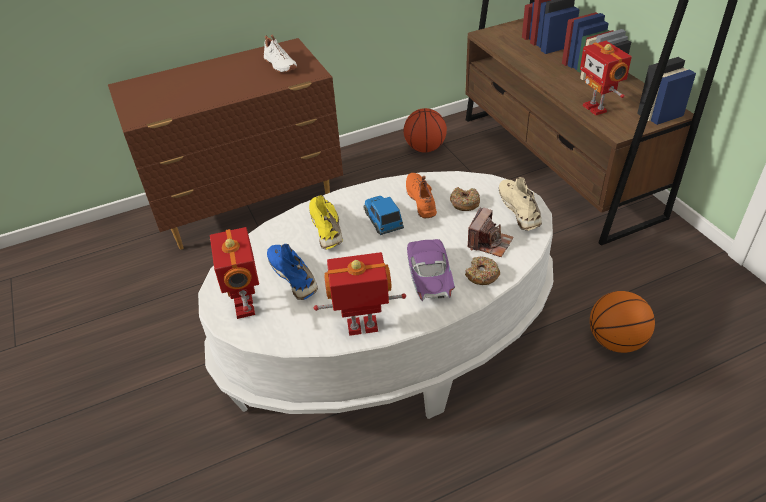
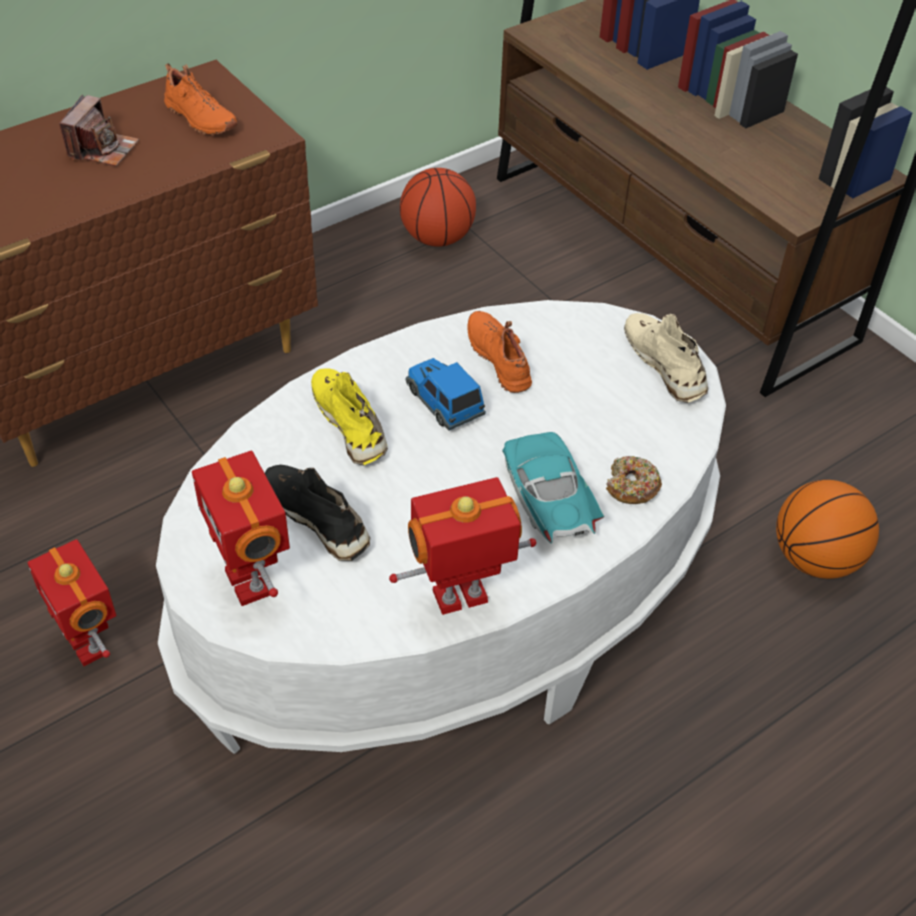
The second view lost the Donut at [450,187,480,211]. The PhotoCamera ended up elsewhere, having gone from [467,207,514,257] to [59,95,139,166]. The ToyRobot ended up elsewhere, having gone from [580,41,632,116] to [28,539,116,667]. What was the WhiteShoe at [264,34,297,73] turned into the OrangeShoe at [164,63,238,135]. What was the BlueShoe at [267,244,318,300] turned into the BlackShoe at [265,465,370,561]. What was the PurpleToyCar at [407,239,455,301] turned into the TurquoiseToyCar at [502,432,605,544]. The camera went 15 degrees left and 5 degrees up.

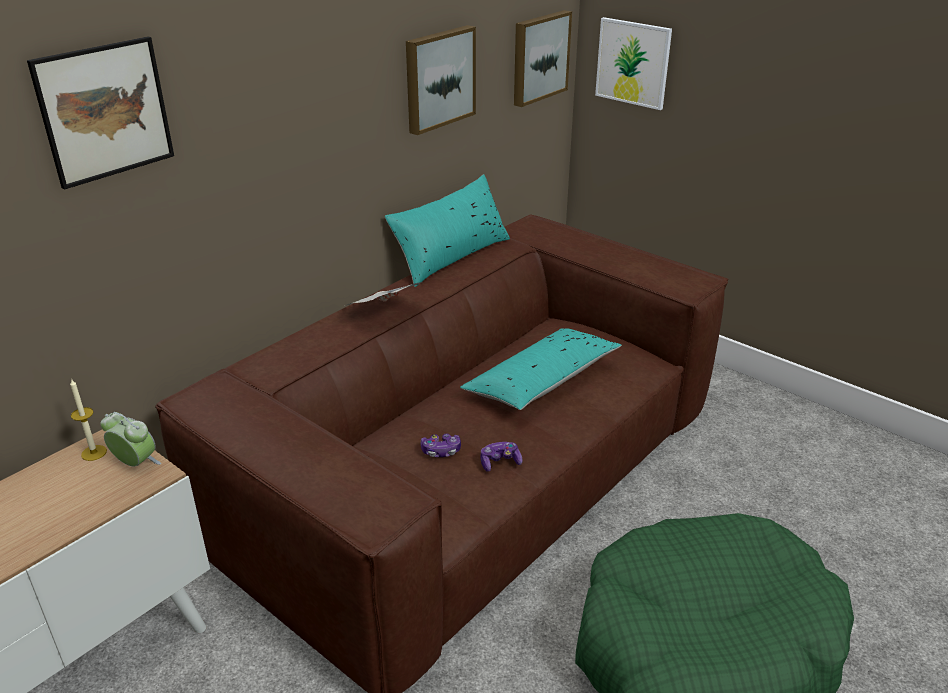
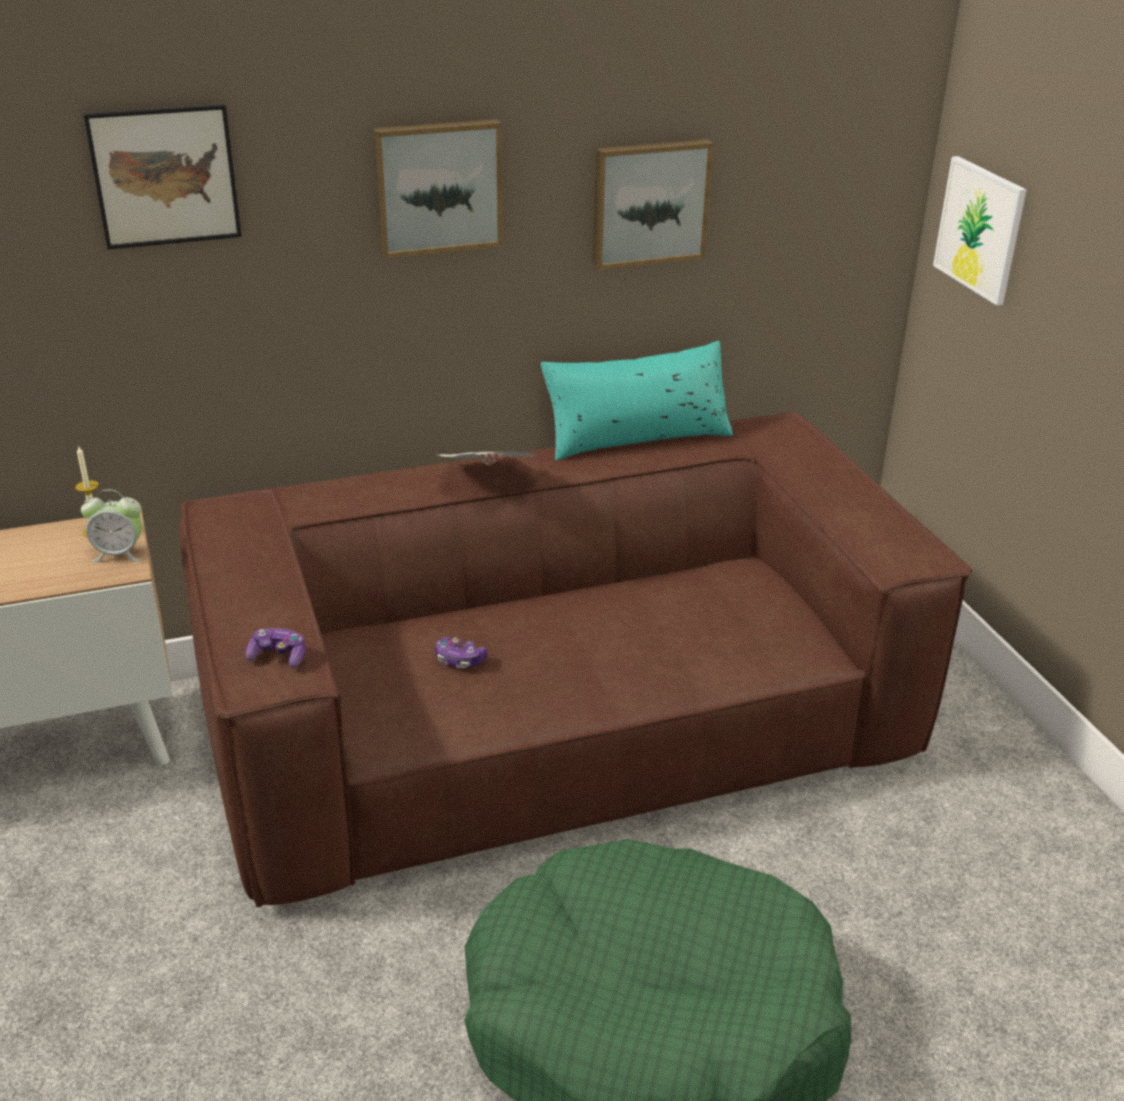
The second view lost the TurquoisePillow at [460,328,622,410]. The GameController ended up elsewhere, having gone from [481,442,522,471] to [245,628,305,668]. The Picture ended up elsewhere, having gone from [514,10,572,107] to [373,119,503,258]. The AlarmClock at [100,412,161,467] ended up facing another way, 120 degrees clockwise from before. The camera went 30 degrees right and 0 degrees up.

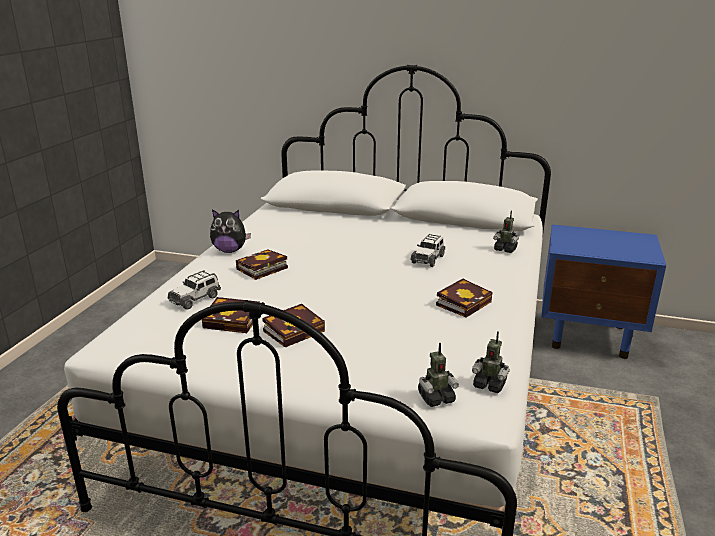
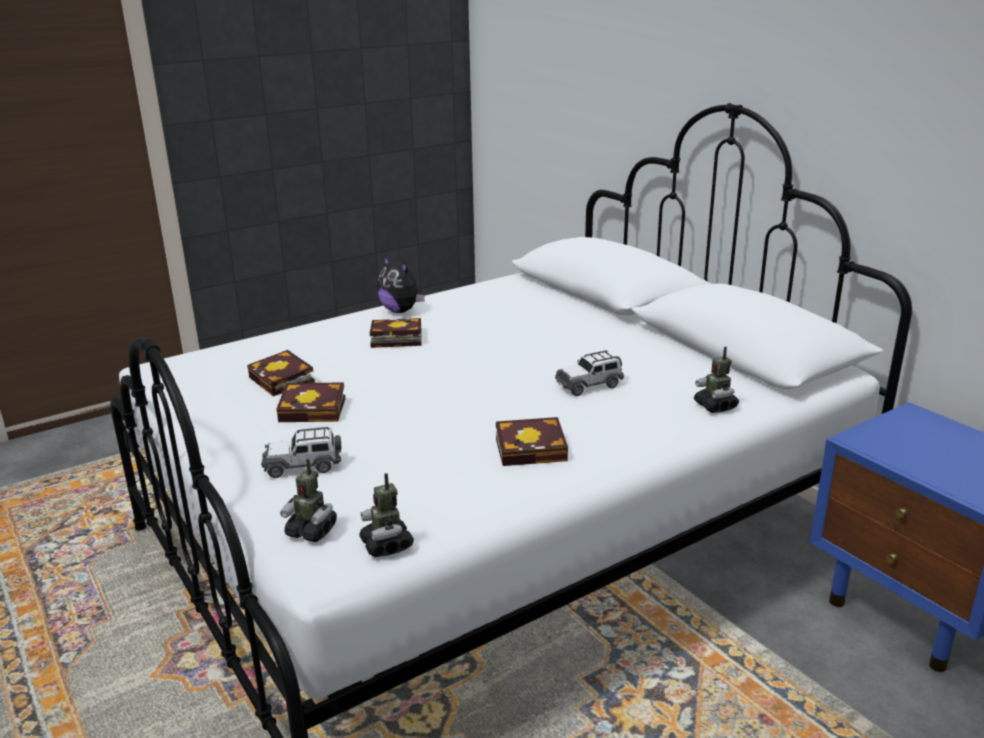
The ToyCar ended up elsewhere, having gone from [167,270,221,310] to [261,427,341,478]. The camera went 40 degrees right and 0 degrees up.

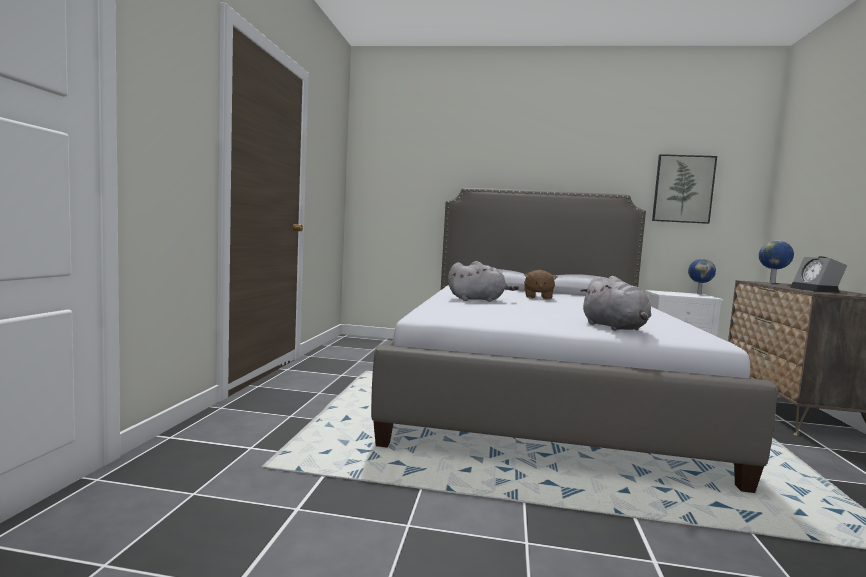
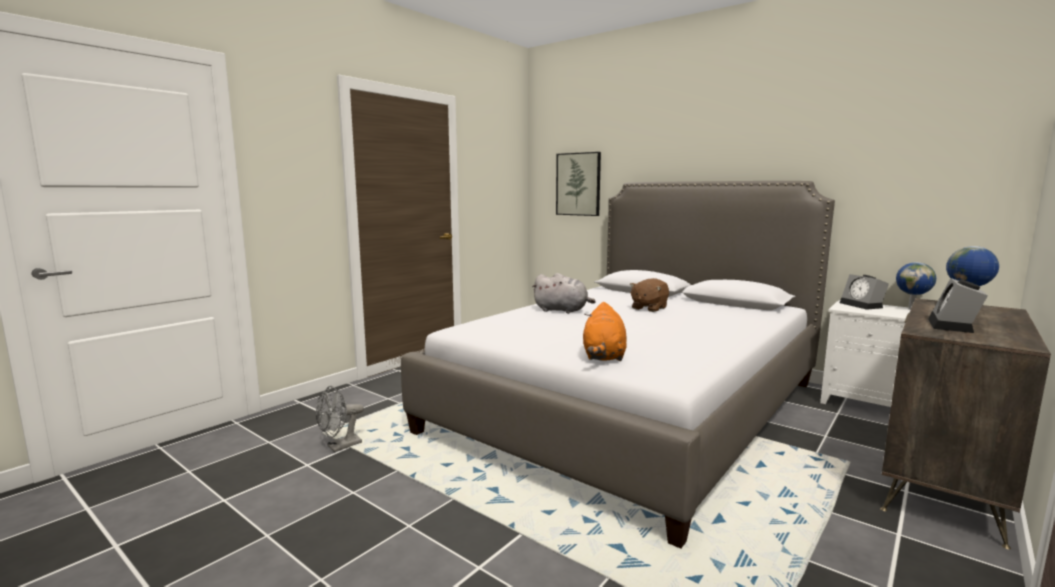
The second view gained the GreyFan at [316,386,364,452]. The second view gained the AlarmClock at [840,274,889,310]. The Picture ended up elsewhere, having gone from [652,154,717,224] to [556,152,601,216]. What was the GreyPlushToy at [581,276,651,331] turned into the OrangePlushToy at [583,302,627,361]. The camera went 30 degrees right and 5 degrees up.

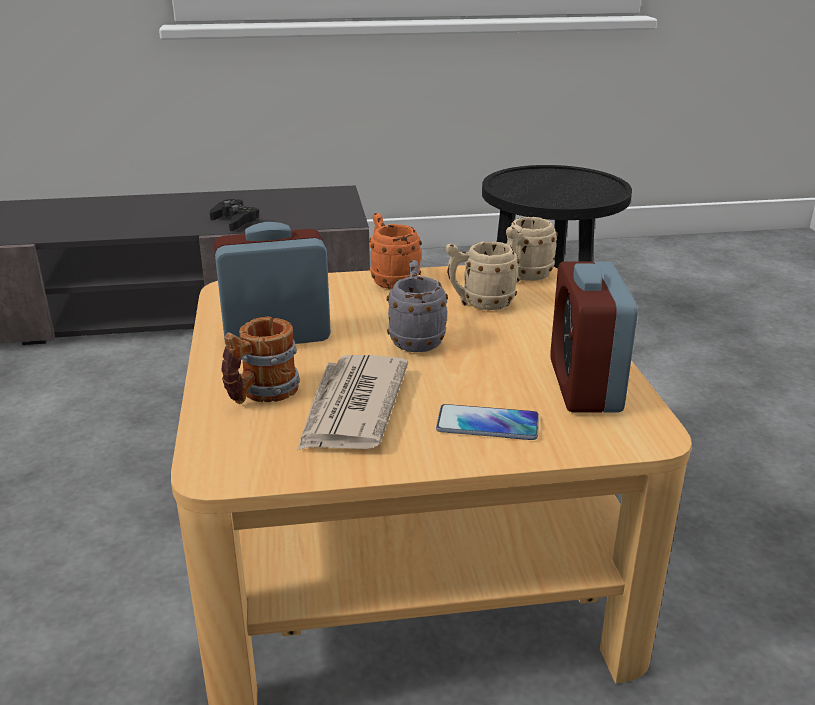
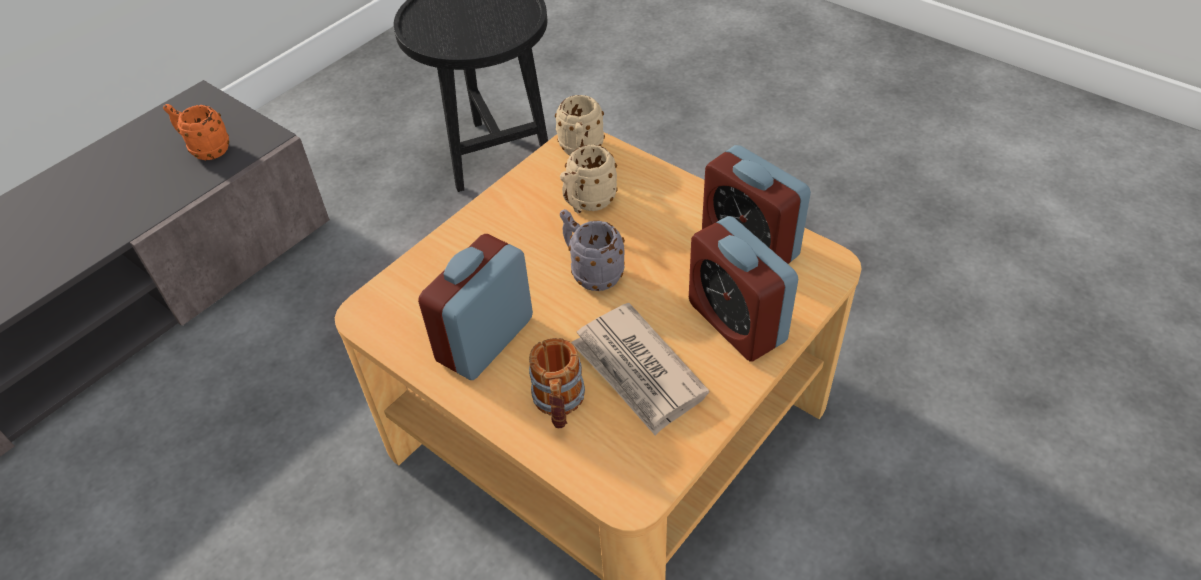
The second view lost the BlackGameController at [210,199,261,231]. The OrangeMug ended up elsewhere, having gone from [369,213,422,289] to [163,104,229,160]. Where the Phone stood at [436,404,539,440], the AlarmClock came to stand at [689,216,798,362]. The camera went 40 degrees left and 20 degrees up.

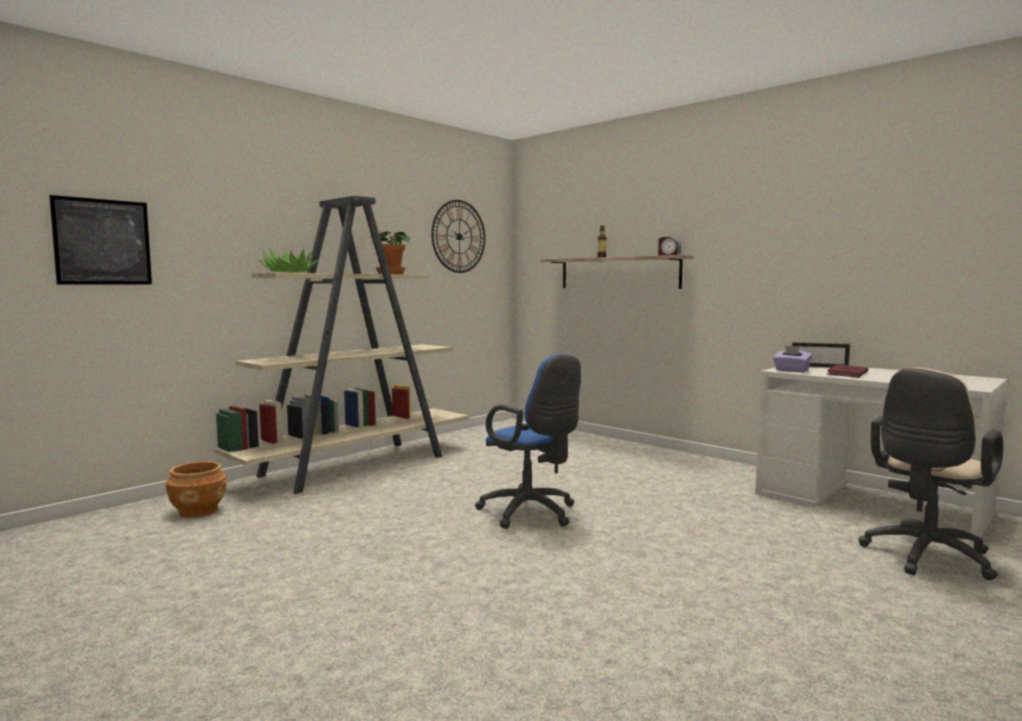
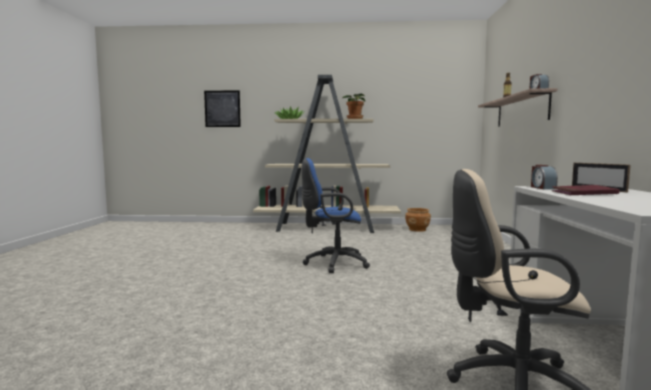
The second view lost the WallClock at [431,200,485,273]. The BrownPlanter ended up elsewhere, having gone from [166,461,226,518] to [405,208,431,232]. Where the PurpleTissueBox stood at [773,345,812,372], the AlarmClock came to stand at [531,165,558,189]. The BlueOfficeChair at [475,354,581,529] ended up facing another way, 75 degrees clockwise from before. The camera went 50 degrees right and 0 degrees up.

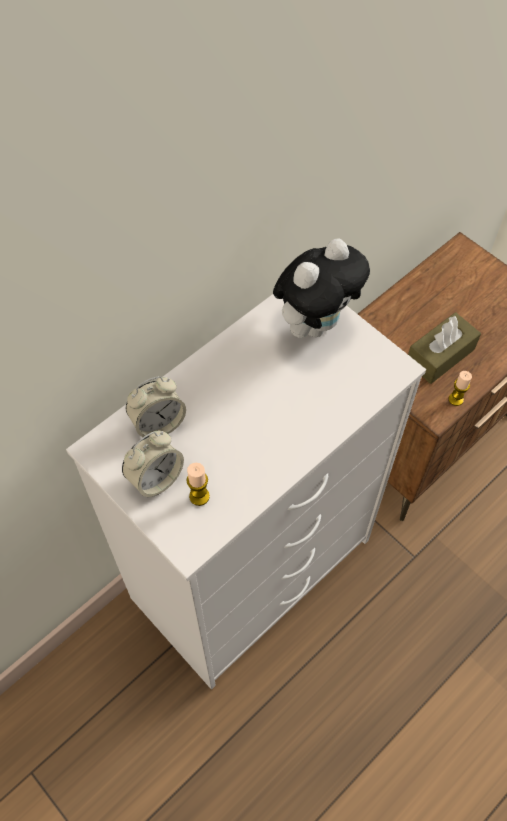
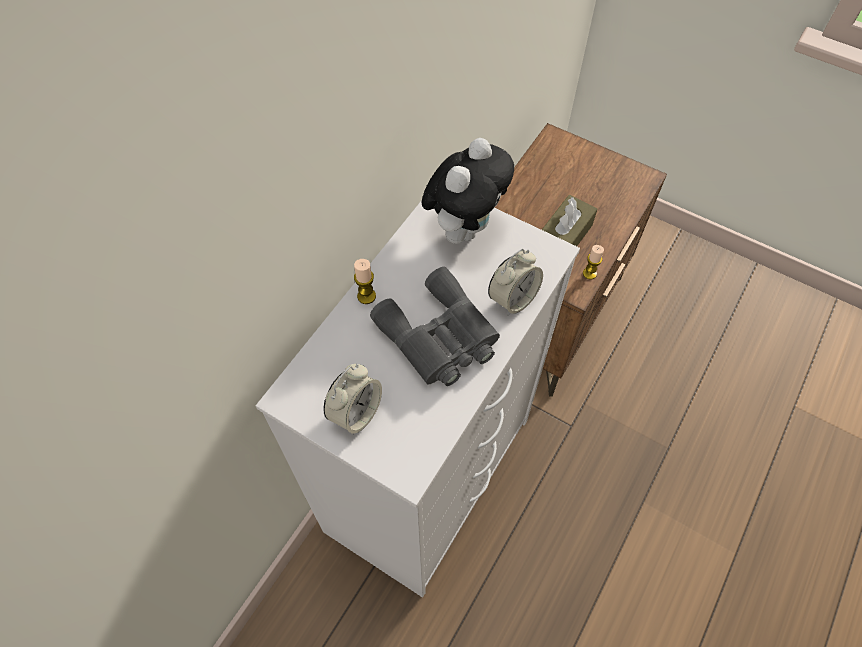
The second view gained the GreyBinoculars at [370,267,500,386]. The AlarmClock ended up elsewhere, having gone from [126,376,186,437] to [488,249,543,316]. The Candle ended up elsewhere, having gone from [186,463,210,506] to [354,259,376,304]. The camera went 15 degrees left and 0 degrees up.

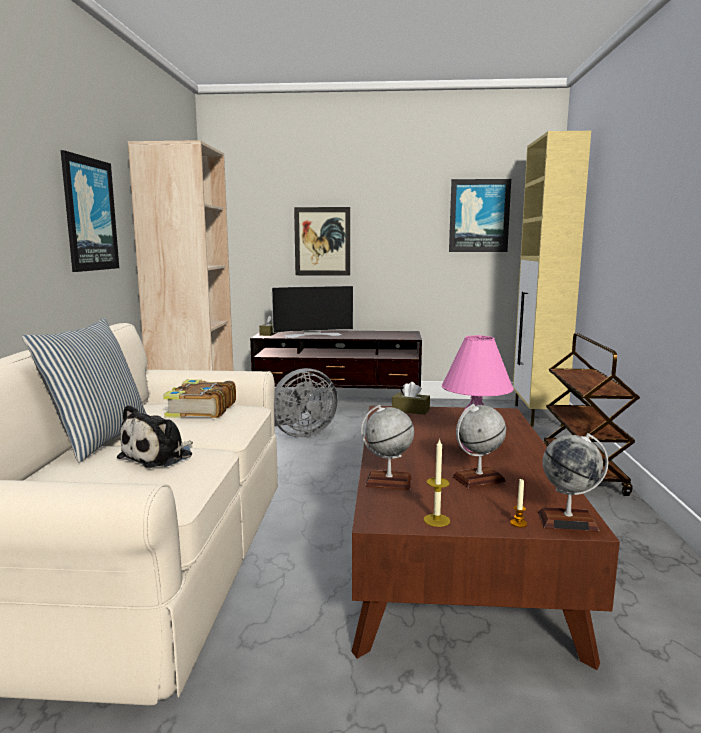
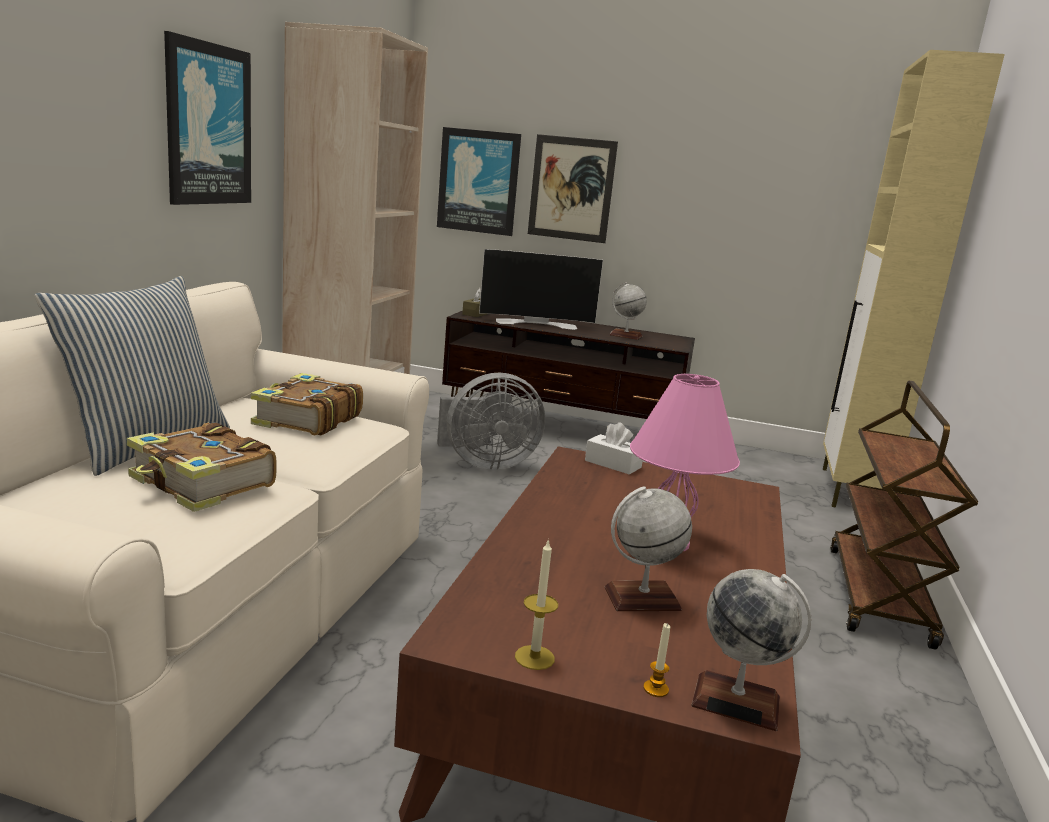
The Globe ended up elsewhere, having gone from [361,405,414,490] to [609,282,647,340]. The Picture ended up elsewhere, having gone from [449,179,511,252] to [437,127,521,236]. Where the PlushToy stood at [117,405,193,468], the Book came to stand at [127,422,277,512]. What was the BrownTissueBox at [392,382,430,415] turned into the WhiteTissueBox at [585,422,643,475]. The camera went 10 degrees right and 5 degrees up.

